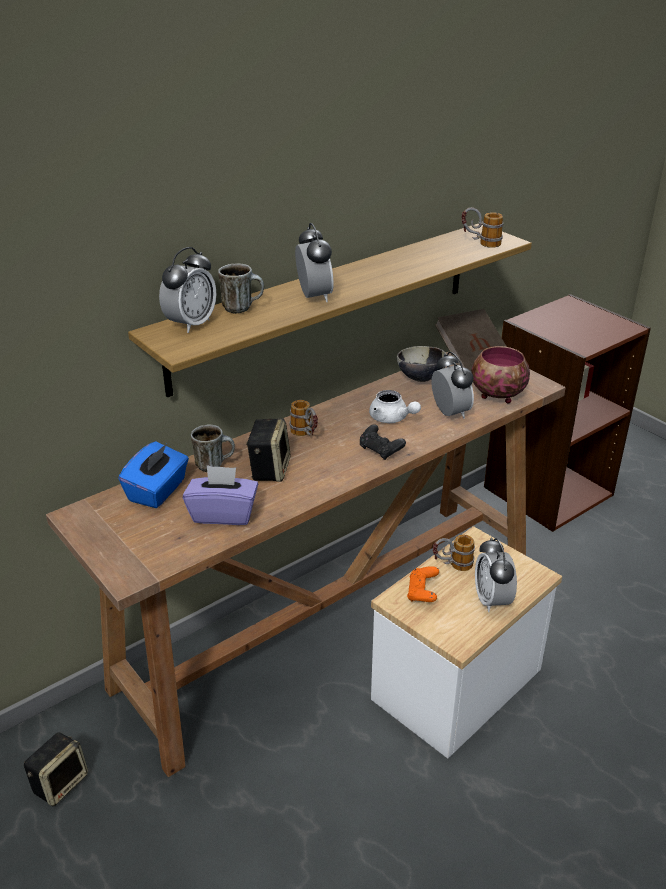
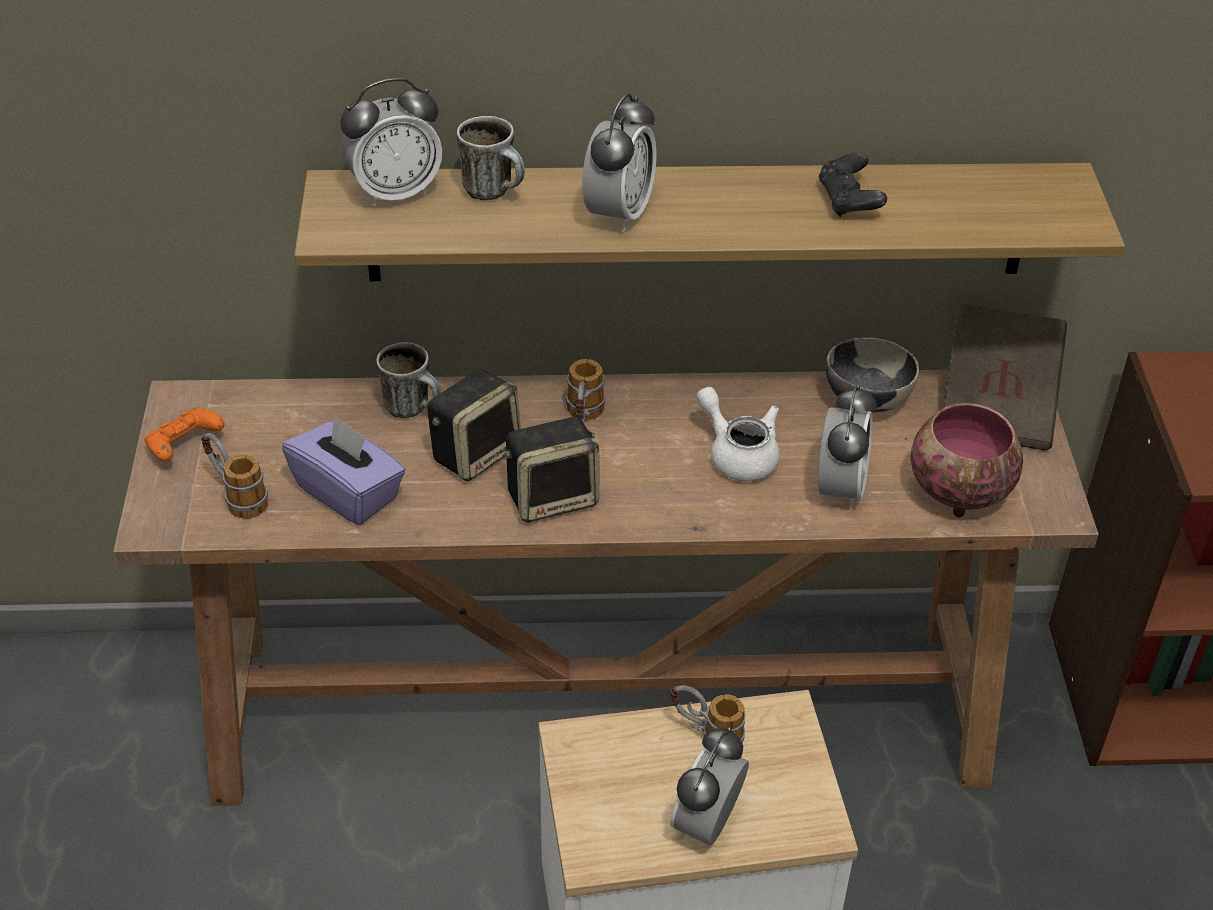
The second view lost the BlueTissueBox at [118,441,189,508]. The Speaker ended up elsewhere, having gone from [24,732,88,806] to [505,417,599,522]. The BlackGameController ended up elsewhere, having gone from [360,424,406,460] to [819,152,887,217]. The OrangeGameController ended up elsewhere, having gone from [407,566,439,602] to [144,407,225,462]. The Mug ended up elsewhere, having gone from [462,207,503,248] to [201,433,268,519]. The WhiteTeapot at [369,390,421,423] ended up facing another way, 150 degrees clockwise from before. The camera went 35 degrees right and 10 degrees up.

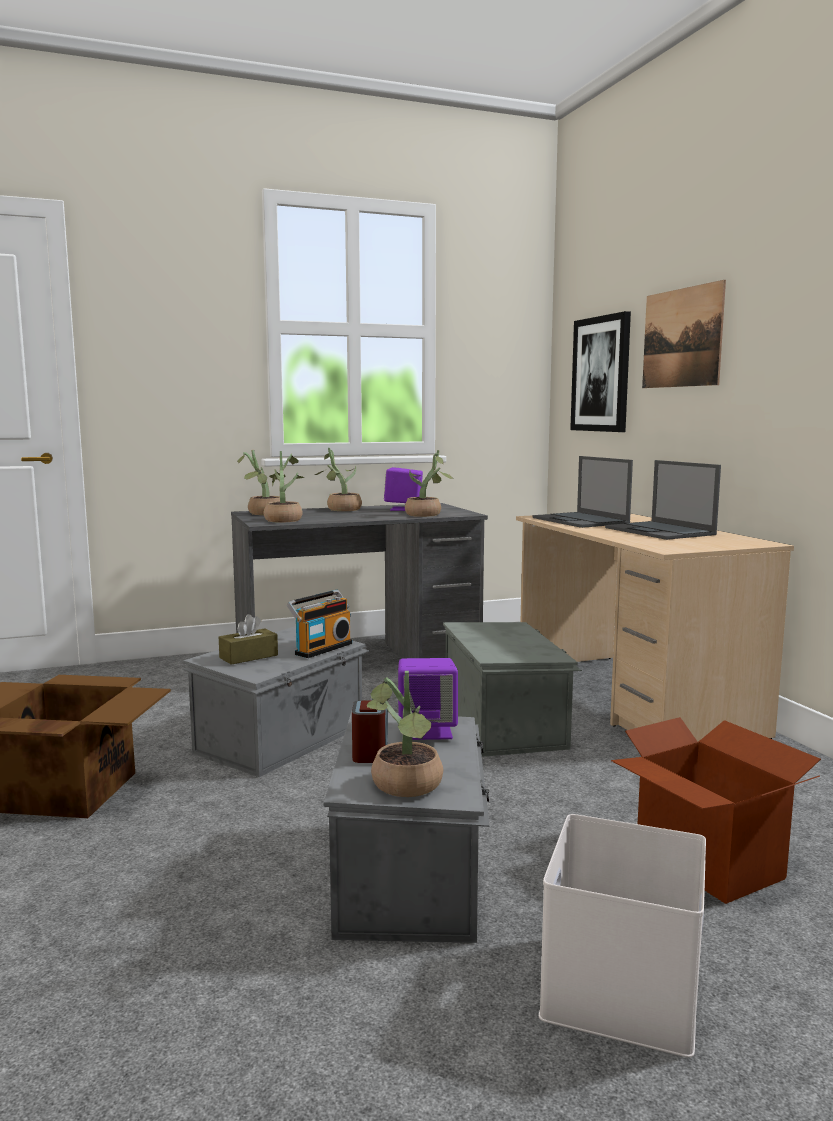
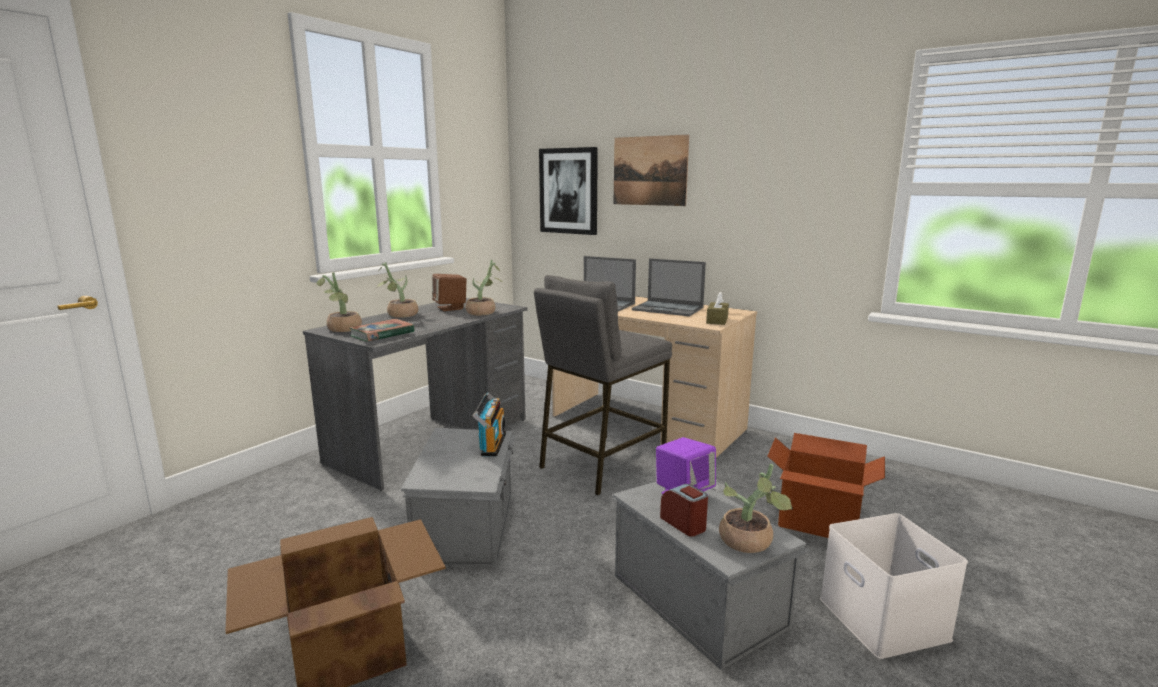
The BrownTissueBox ended up elsewhere, having gone from [219,614,278,665] to [706,292,729,325]. Where the PottedPlant stood at [264,451,304,522], the Book came to stand at [349,319,415,342]. Where the GreyStorageBox stood at [443,622,582,757], the GreyStool came to stand at [534,275,672,496]. What was the PurpleSpeaker at [384,467,423,511] turned into the BrownSpeaker at [432,274,467,311]. The camera went 35 degrees left and 5 degrees up.

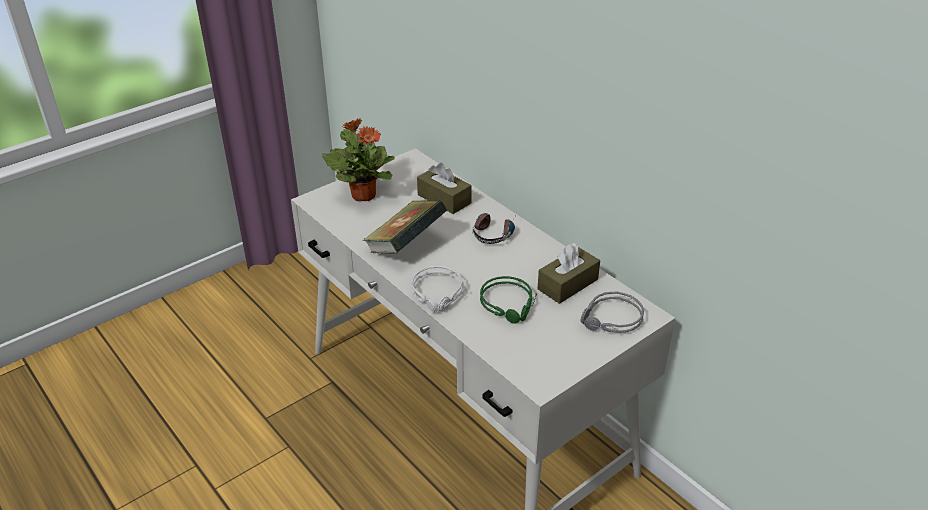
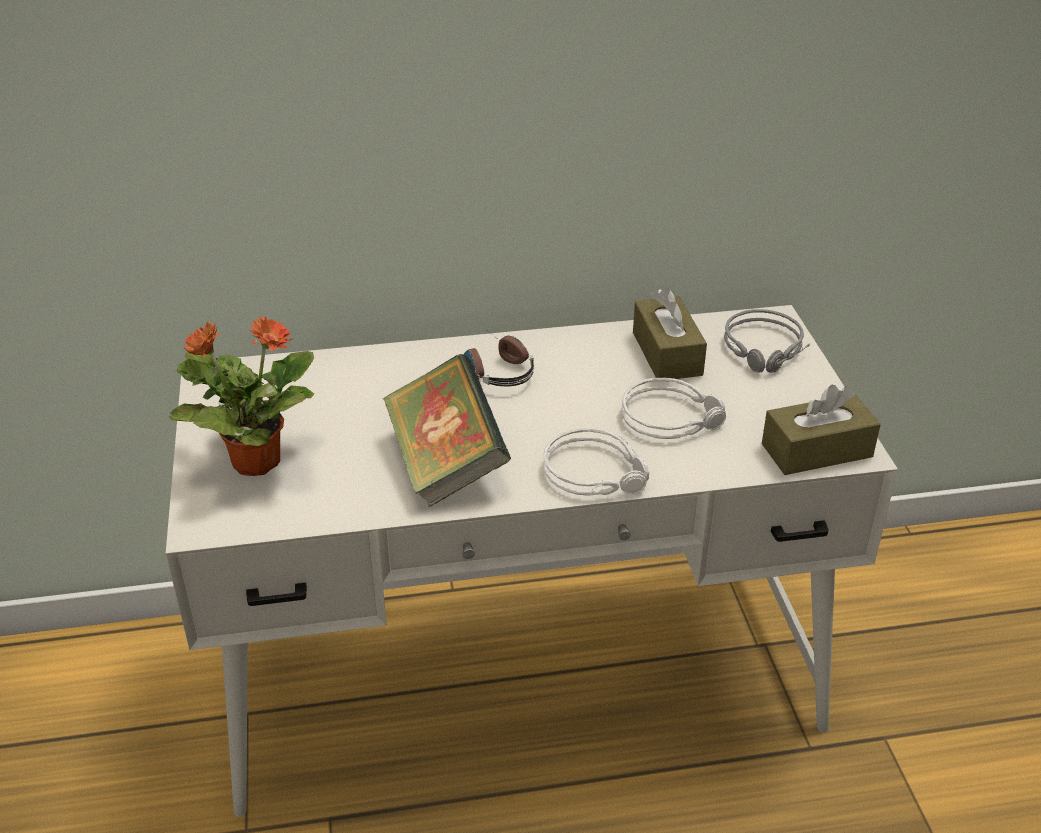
The BrownTissueBox ended up elsewhere, having gone from [417,163,472,214] to [762,385,881,475]. What was the GreenHeadphones at [480,276,537,324] turned into the GreyHeadphones at [622,378,726,439]. The camera went 60 degrees left and 0 degrees up.

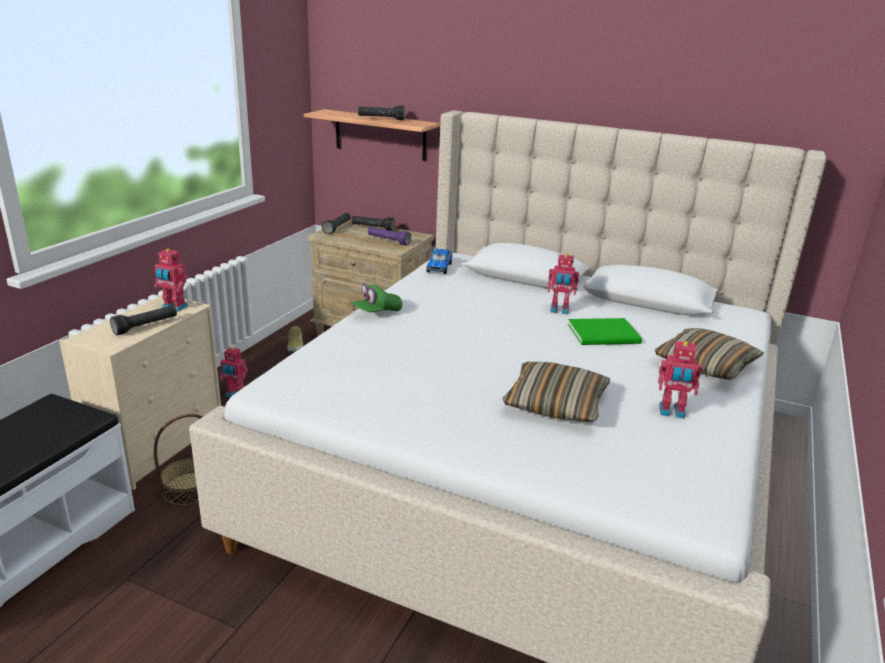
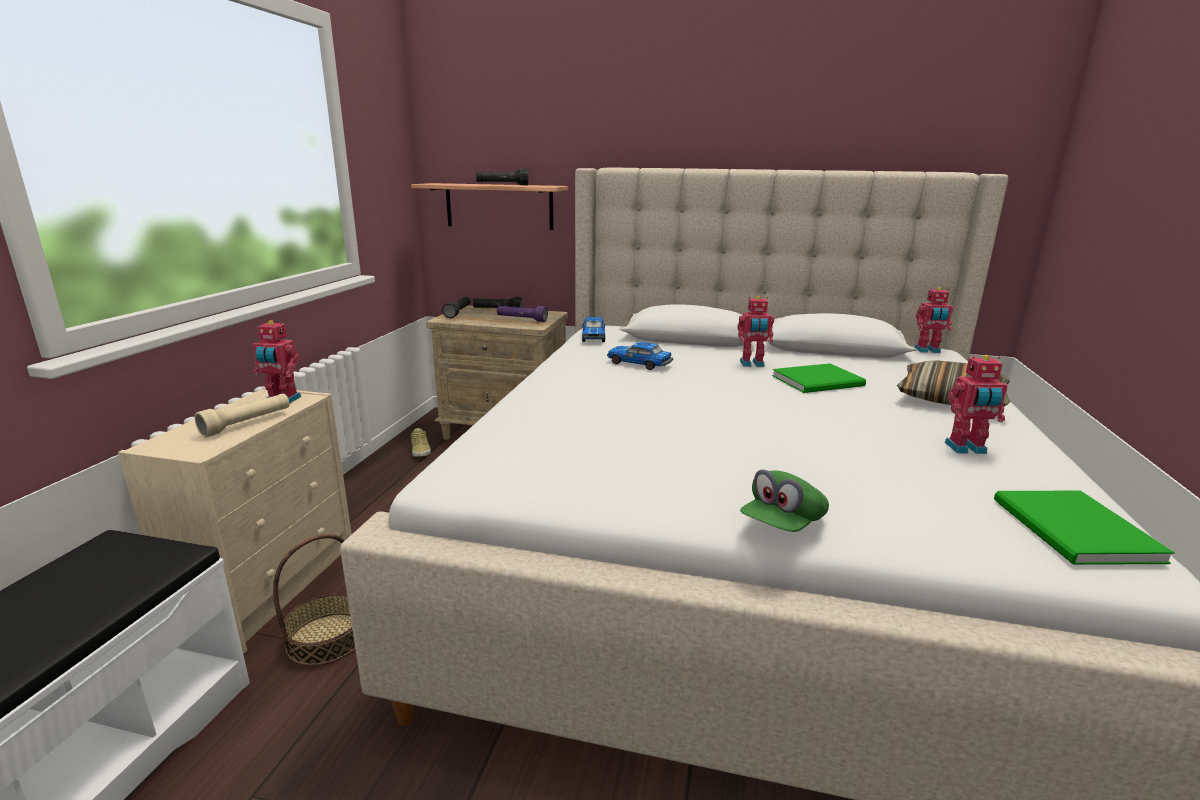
The second view lost the Pillow at [503,362,610,422]. The second view gained the ToyCar at [607,342,673,370]. The second view gained the GreenBook at [994,491,1175,565]. The ToyRobot ended up elsewhere, having gone from [220,347,248,397] to [914,287,953,353]. The GreenCap ended up elsewhere, having gone from [351,283,402,312] to [740,469,829,532]. What was the BlackFlashlight at [110,305,177,335] turned into the BeigeFlashlight at [195,394,290,437]. The camera went 10 degrees left and 5 degrees down.

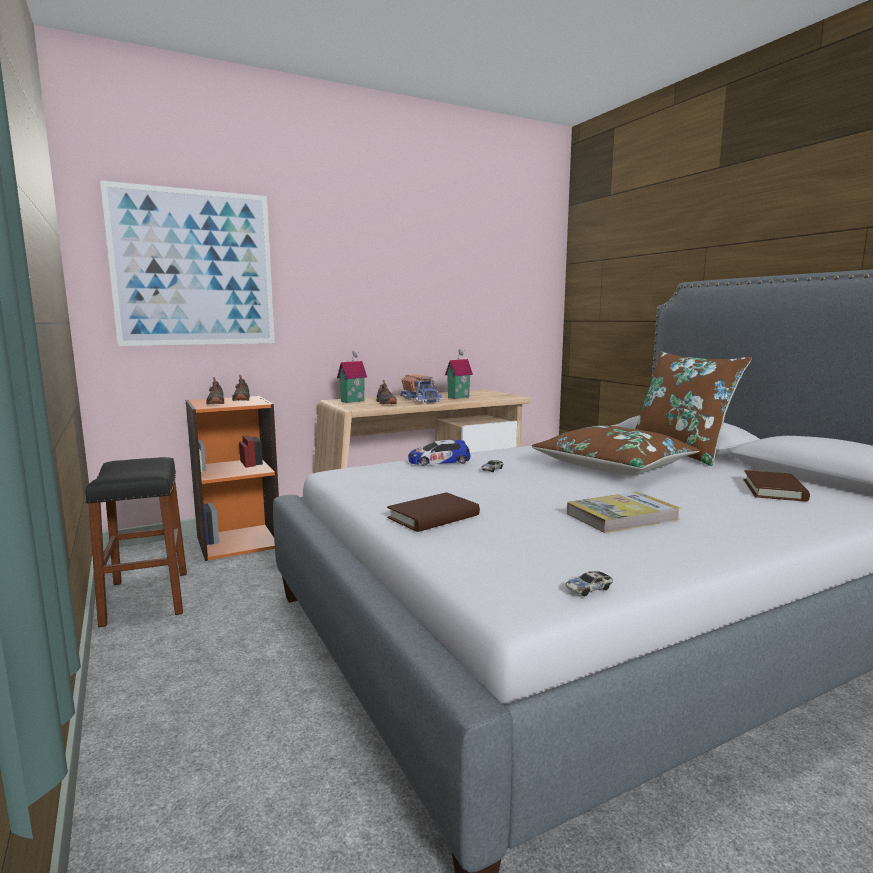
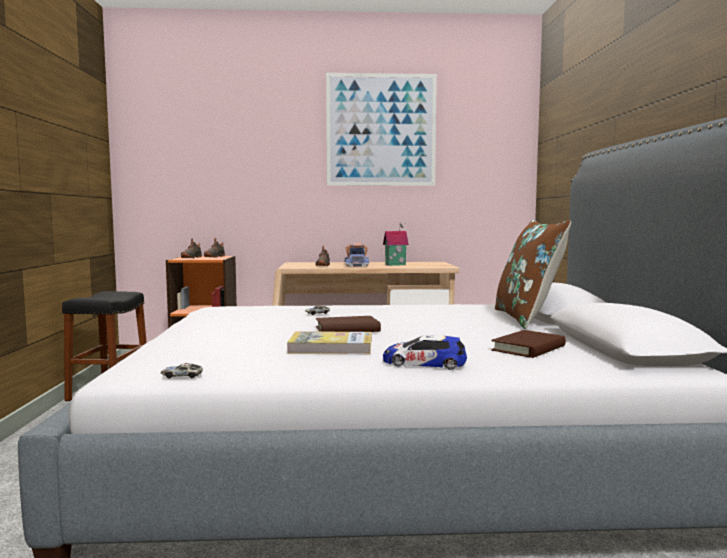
The second view lost the ToyHouse at [337,350,367,403]. The second view lost the BrownPillow at [532,425,700,475]. The Picture ended up elsewhere, having gone from [100,181,275,346] to [326,73,437,186]. The BrownBook ended up elsewhere, having gone from [387,492,480,532] to [316,316,381,332]. The ToyCar ended up elsewhere, having gone from [408,440,470,466] to [383,335,467,370]. The camera went 25 degrees right and 5 degrees down.

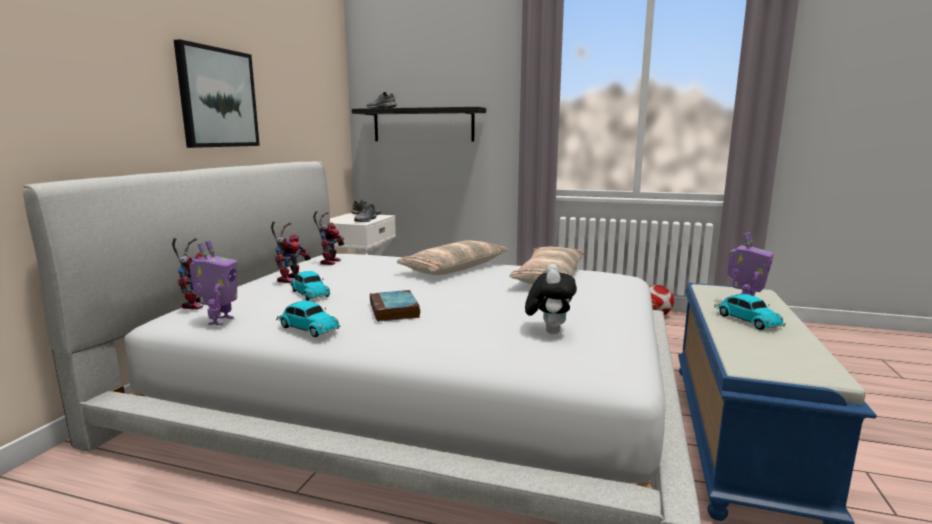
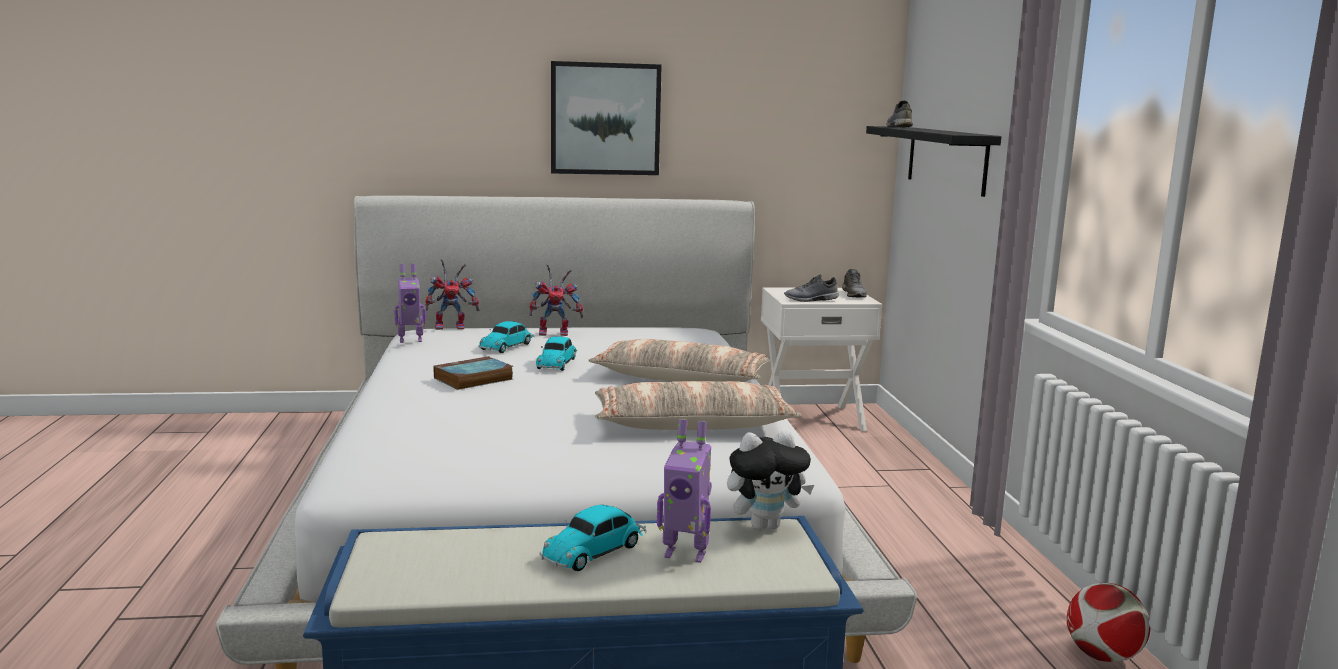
The second view lost the ToyRobot at [313,211,344,265]. The ToyCar ended up elsewhere, having gone from [276,301,341,337] to [536,336,577,371]. The PlushToy ended up elsewhere, having gone from [525,264,577,334] to [727,430,814,530]. The camera went 65 degrees right and 0 degrees up.

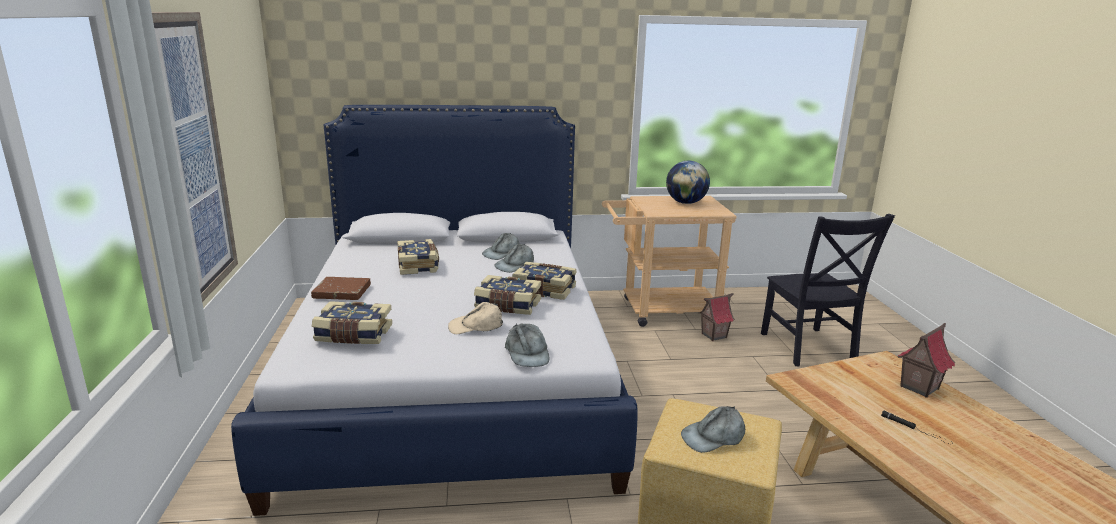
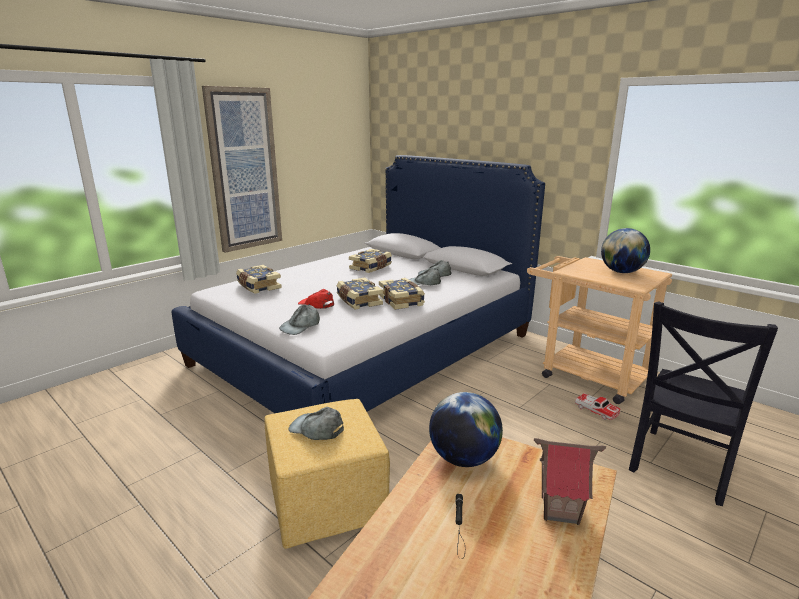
The second view lost the BrownBook at [311,277,371,300]. The second view gained the Globe at [429,392,503,467]. Where the ToyHouse stood at [699,293,735,341], the ToyCar came to stand at [575,393,621,420]. What was the BeigeCap at [448,302,503,334] turned into the RedCap at [298,289,334,309]. The camera went 50 degrees right and 0 degrees up.

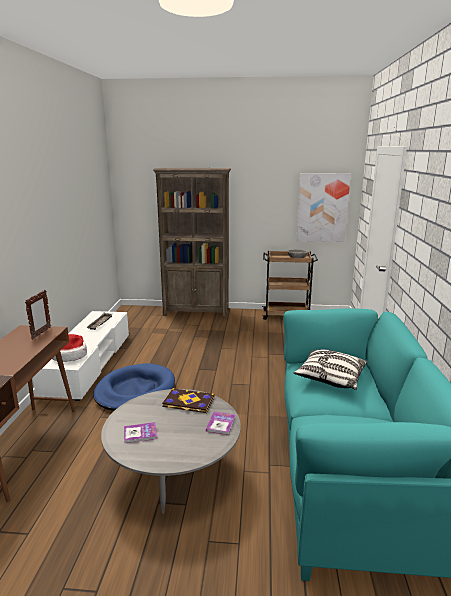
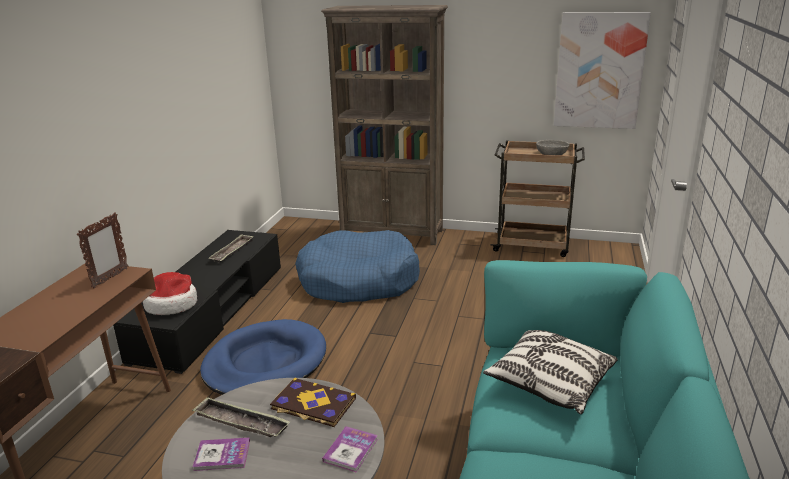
The second view gained the Tray at [192,397,290,437]. The second view gained the BlueDogBed at [295,230,420,303]. What was the WhiteTvStand at [33,311,129,401] turned into the BlackTvStand at [113,230,281,374]. The camera went 10 degrees right and 5 degrees up.

